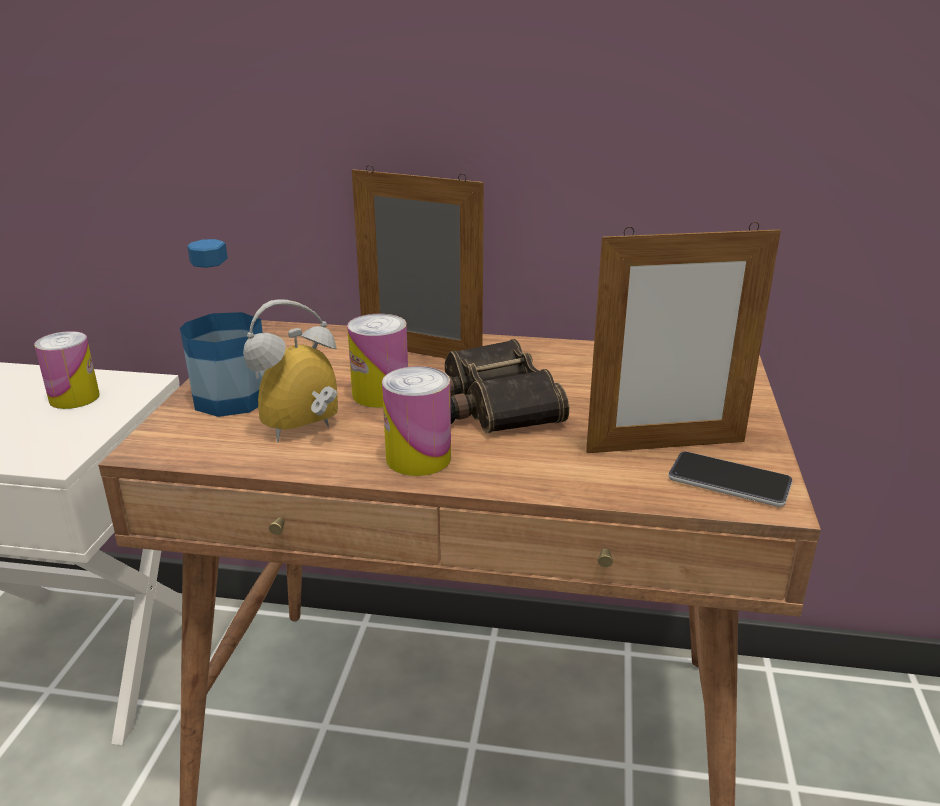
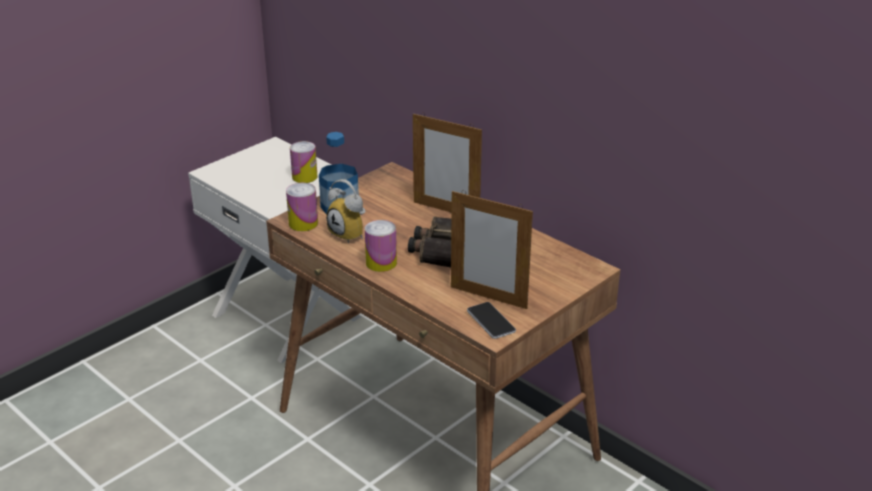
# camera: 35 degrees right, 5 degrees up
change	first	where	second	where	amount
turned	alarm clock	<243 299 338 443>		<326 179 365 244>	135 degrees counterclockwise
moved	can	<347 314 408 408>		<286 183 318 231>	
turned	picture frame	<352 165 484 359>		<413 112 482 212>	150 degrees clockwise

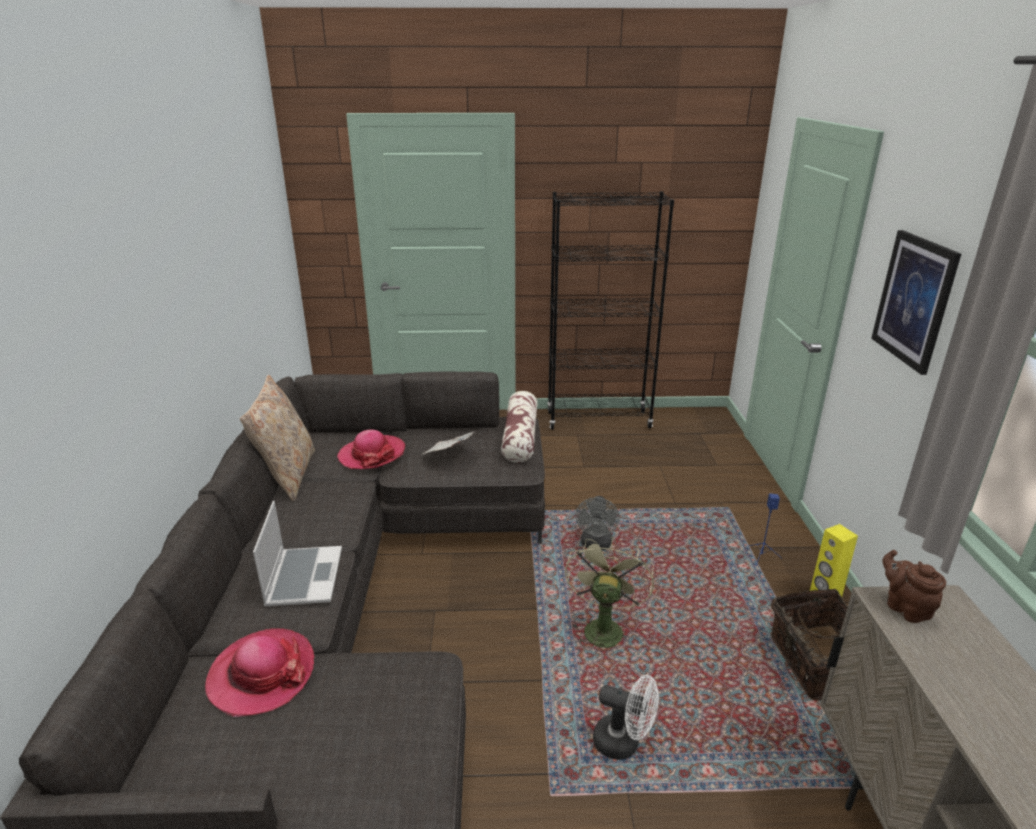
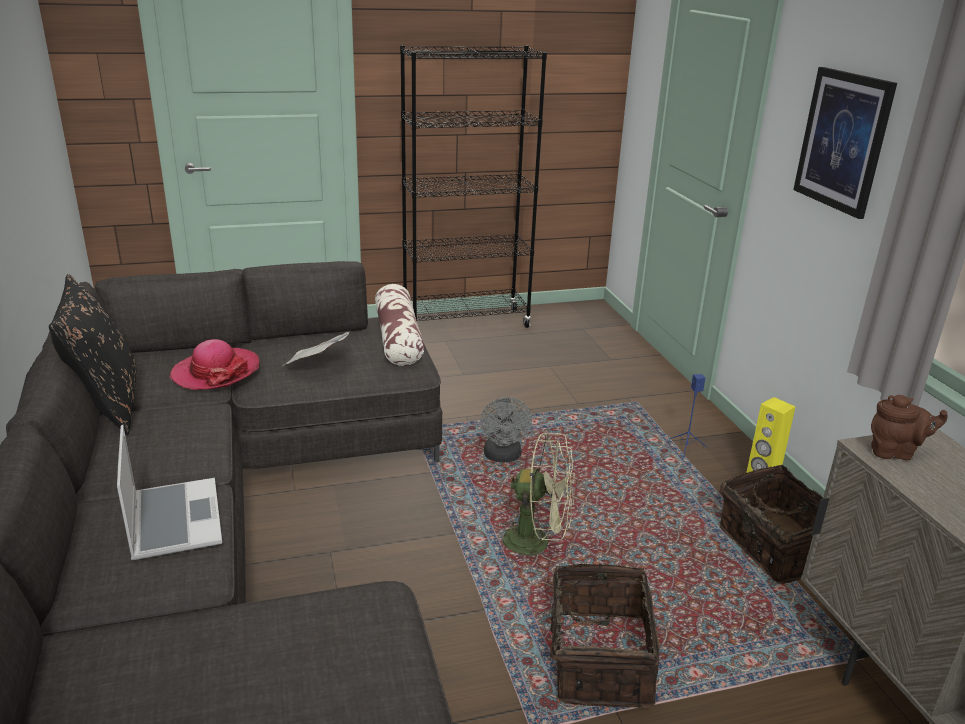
# camera: 15 degrees left, 0 degrees up
change	first	where	second	where	amount
removed	hat	<205 628 315 717>			
recoloured	beige pillow	<240 375 315 501>	black pillow	<49 274 137 435>	
turned	green fan	<565 537 654 650>		<500 432 575 557>	105 degrees clockwise
replaced	white fan	<593 675 659 760>	basket	<526 563 659 708>	
turned	brown teapot	<883 550 946 623>		<871 395 948 460>	135 degrees clockwise

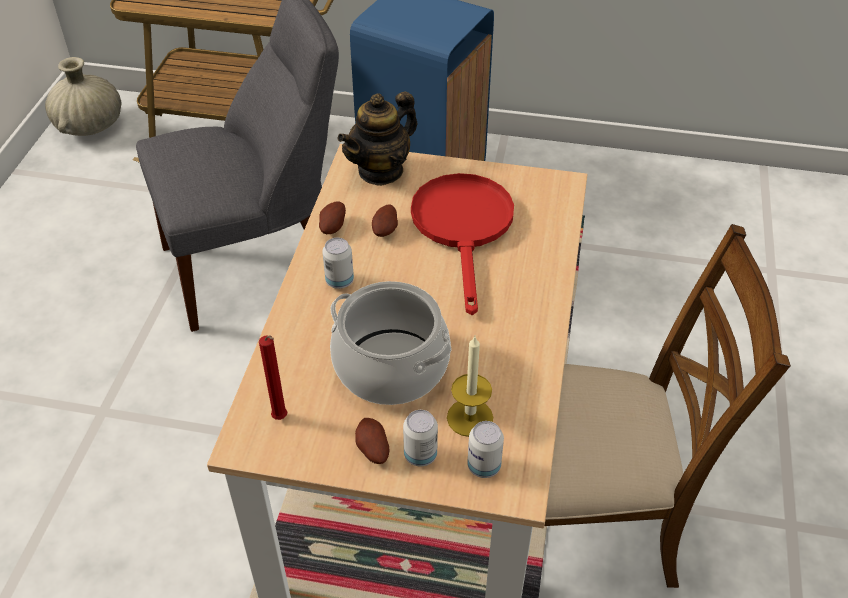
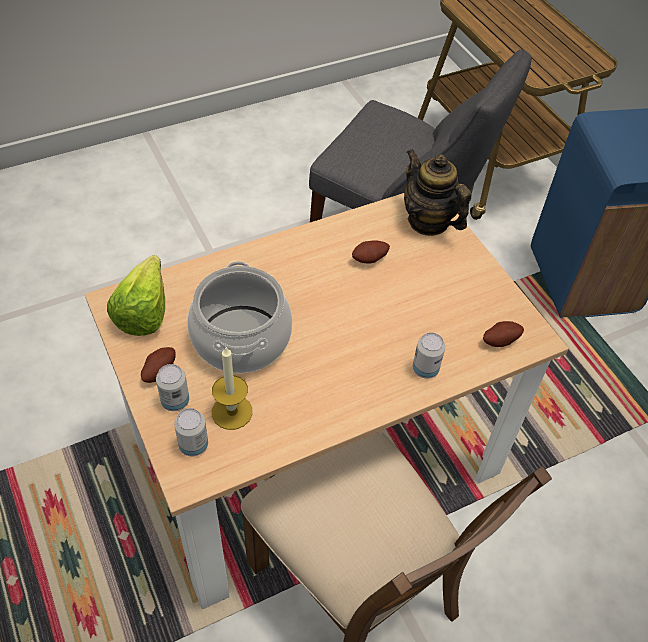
# camera: 50 degrees right, 5 degrees up
change	first	where	second	where	amount
removed	beige vase	<45 57 121 136>			
replaced	red candle	<259 336 287 420>	lettuce	<107 255 165 336>	
moved	potato	<319 202 346 234>		<483 321 524 347>	
moved	can	<322 238 354 289>		<413 332 445 379>	
turned	teapot	<337 91 418 186>		<404 149 471 236>	45 degrees clockwise
removed	red frying pan	<411 173 514 315>			

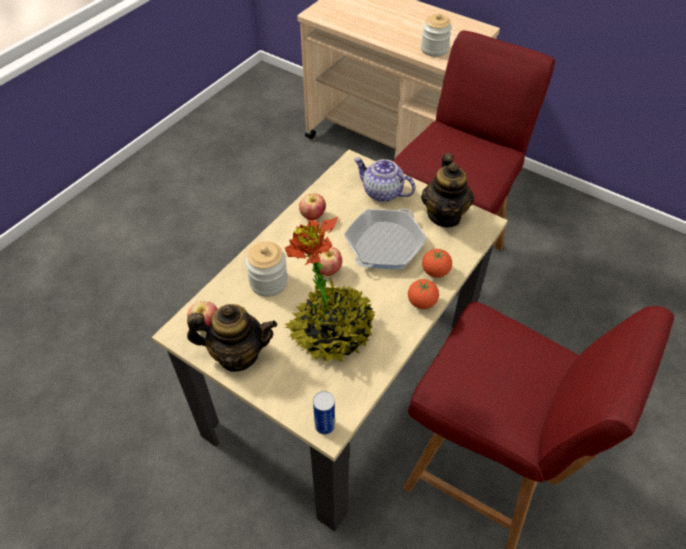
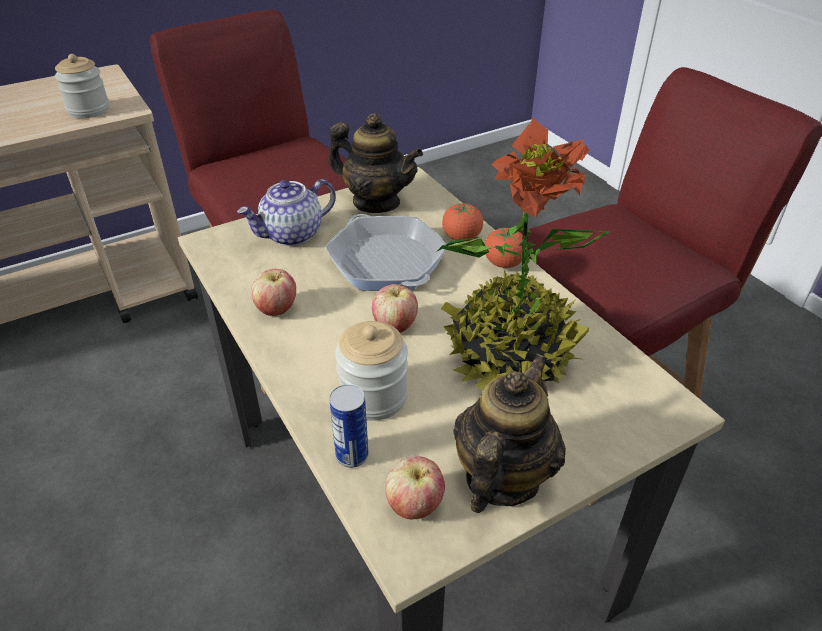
# camera: 65 degrees left, 10 degrees down
change	first	where	second	where	amount
moved	can	<313 391 335 435>		<329 385 368 468>	

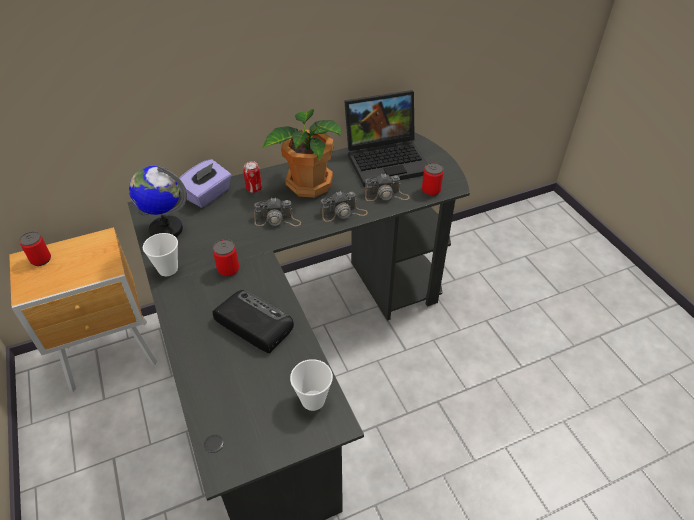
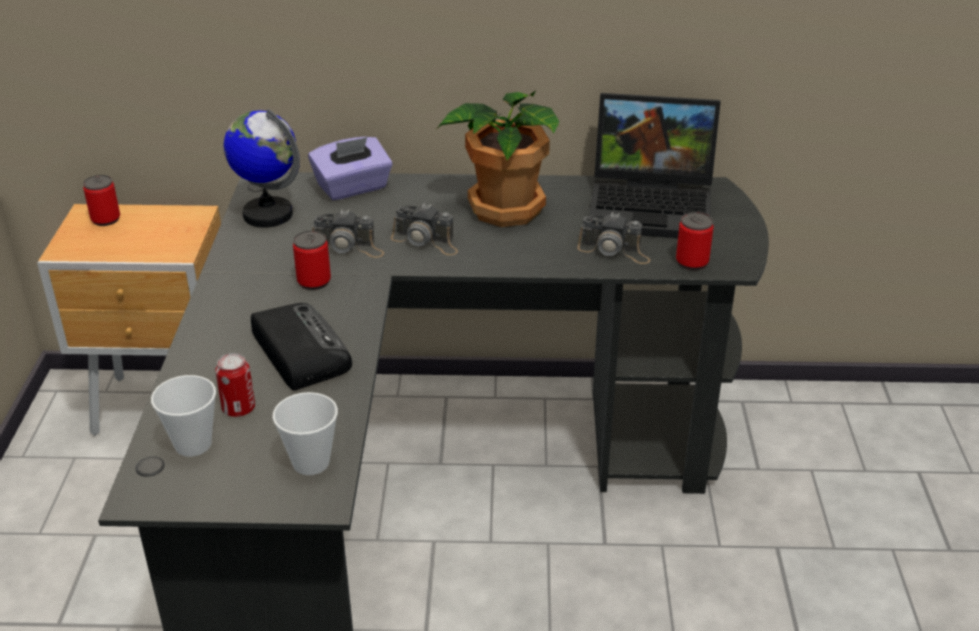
# camera: 25 degrees right, 10 degrees down
change	first	where	second	where	amount
moved	cup	<143 233 178 276>		<151 375 216 457>	
moved	can	<243 161 262 193>		<216 353 255 417>	
moved	photo camera	<321 191 368 222>		<312 209 384 258>	

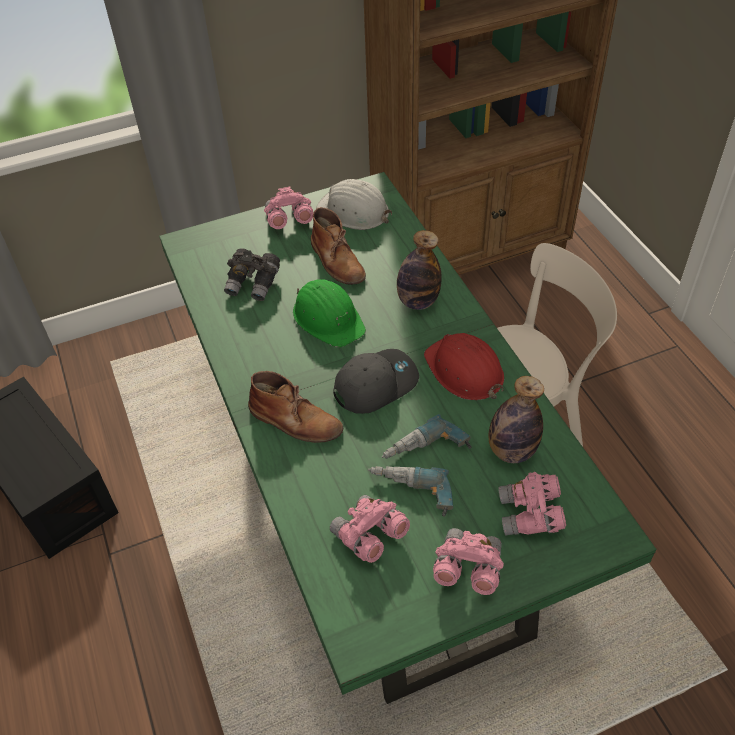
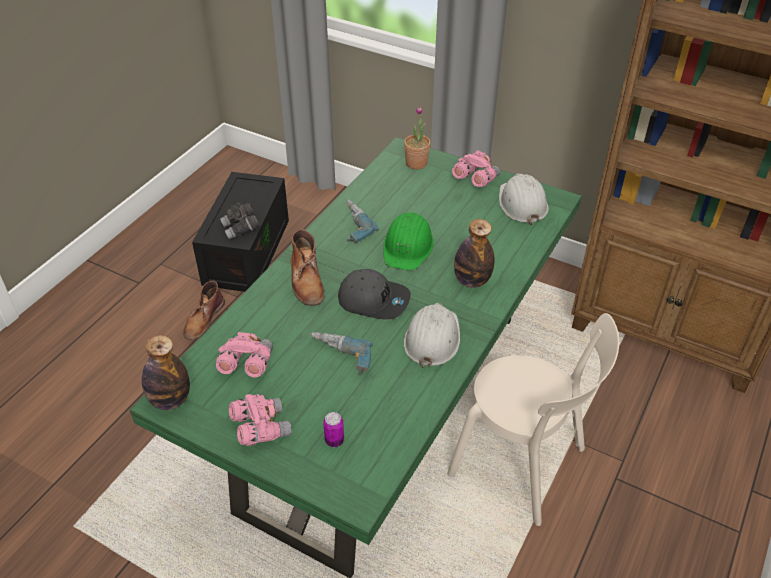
# camera: 50 degrees right, 5 degrees down
change	first	where	second	where	amount
moved	grey binoculars	<224 248 280 301>		<220 203 260 239>	
moved	brown boot	<311 207 366 285>		<183 281 225 340>	
moved	power drill	<368 466 453 517>		<347 200 379 243>	
recoloured	red hard hat	<424 333 504 400>	white hard hat	<404 303 460 369>	
moved	bottle	<489 376 544 463>		<142 335 190 410>	
replaced	pink binoculars	<498 472 566 536>	can	<323 412 344 447>	
added			potted plant	<404 106 431 170>	

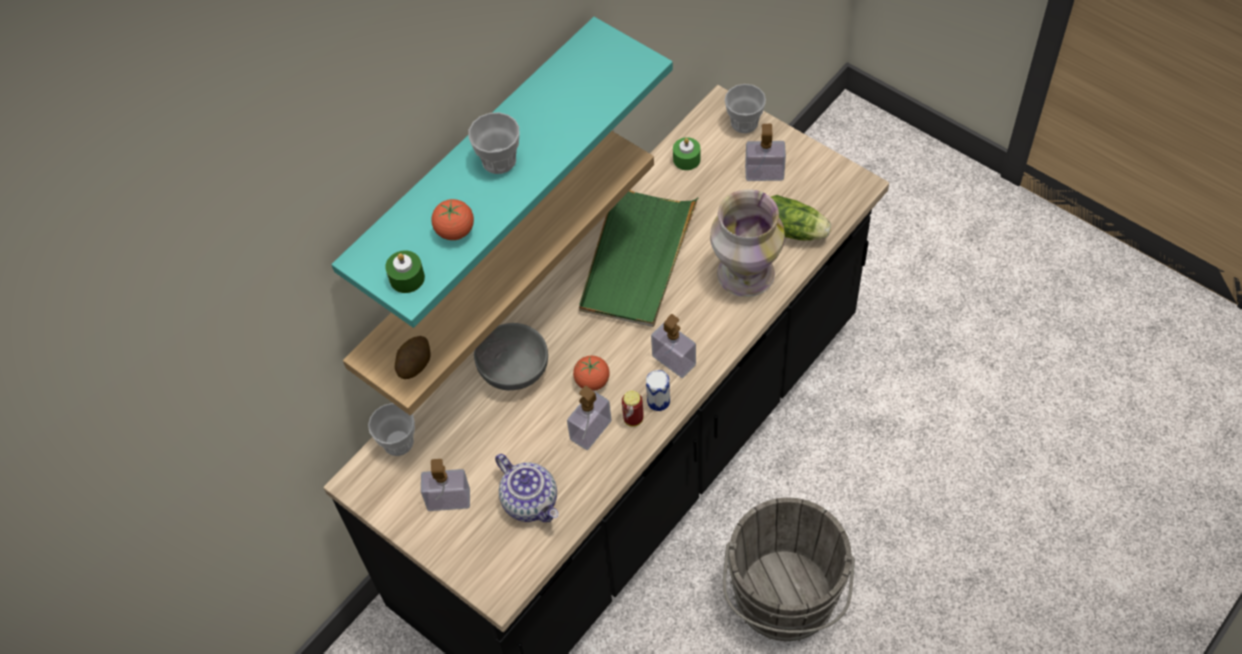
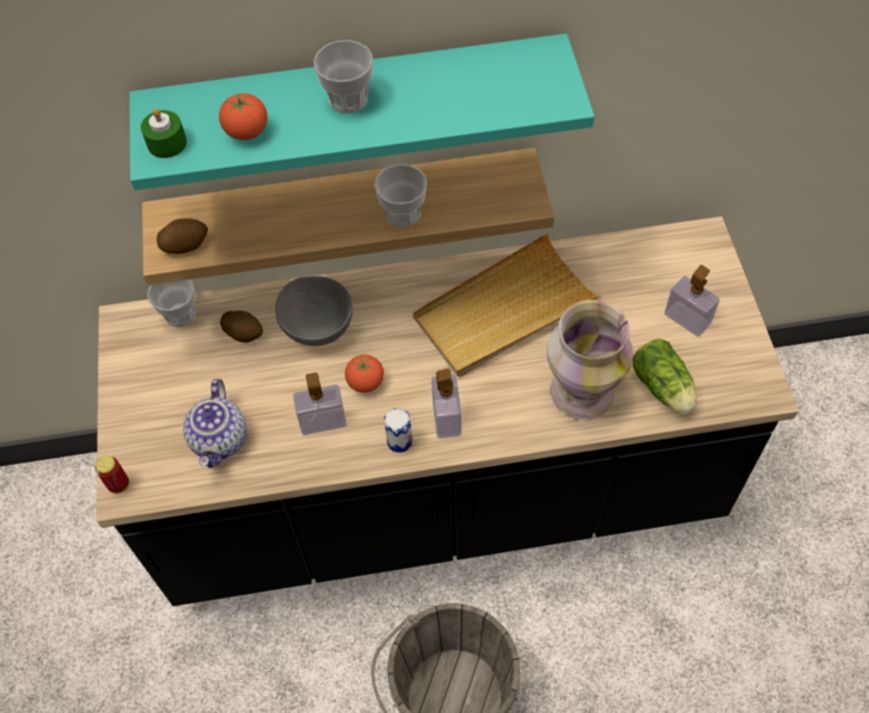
# camera: 40 degrees right, 0 degrees up
change	first	where	second	where	amount
removed	soap dispenser	<421 459 470 511>			
recoloured	green tray	<579 190 699 327>	beige tray	<413 233 602 377>	
moved	can	<622 391 644 427>		<95 455 129 493>	
removed	green candle	<673 137 700 170>			
moved	cup	<725 84 766 133>		<374 164 427 227>	
added			potato	<220 311 263 343>	

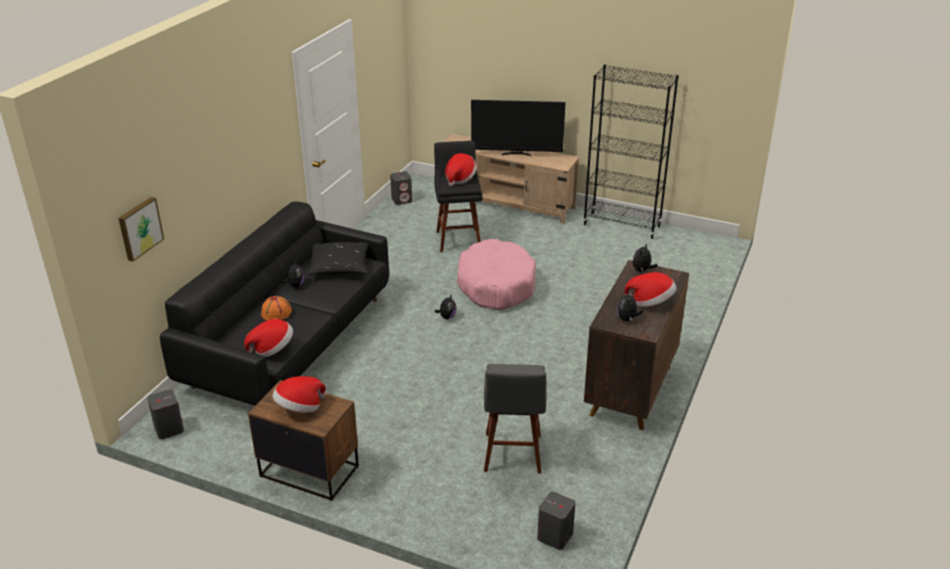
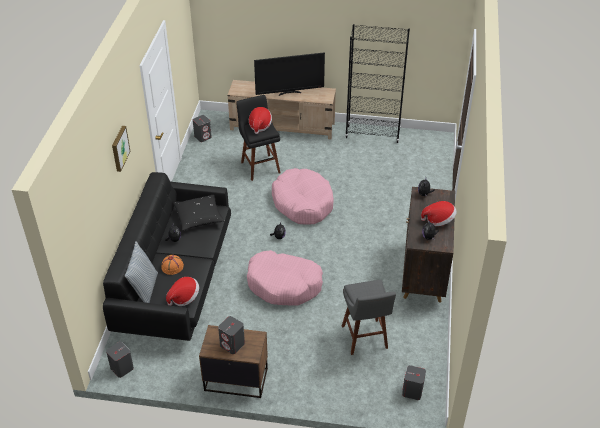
# camera: 15 degrees left, 10 degrees up
change	first	where	second	where	amount
moved	picture	<119 197 164 262>		<112 126 131 172>	
replaced	hat	<272 376 326 413>	grey speaker	<218 316 245 354>	
added			pillow	<125 241 158 303>	
added			pink dog bed	<247 250 323 306>	

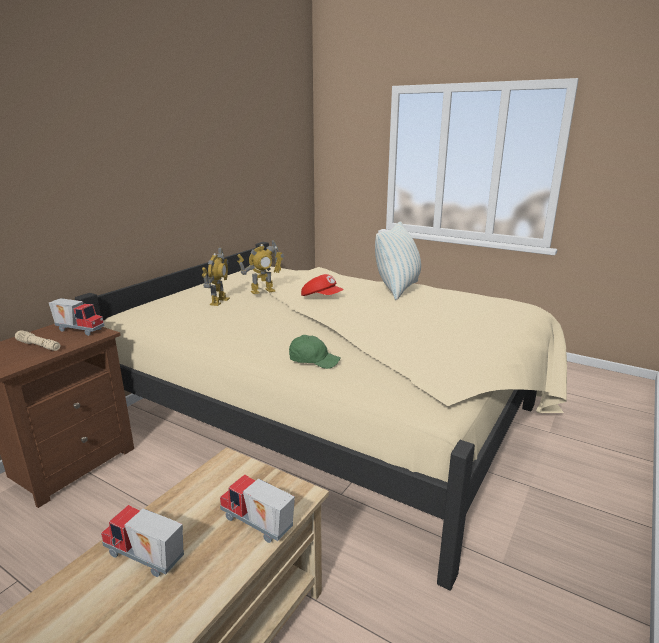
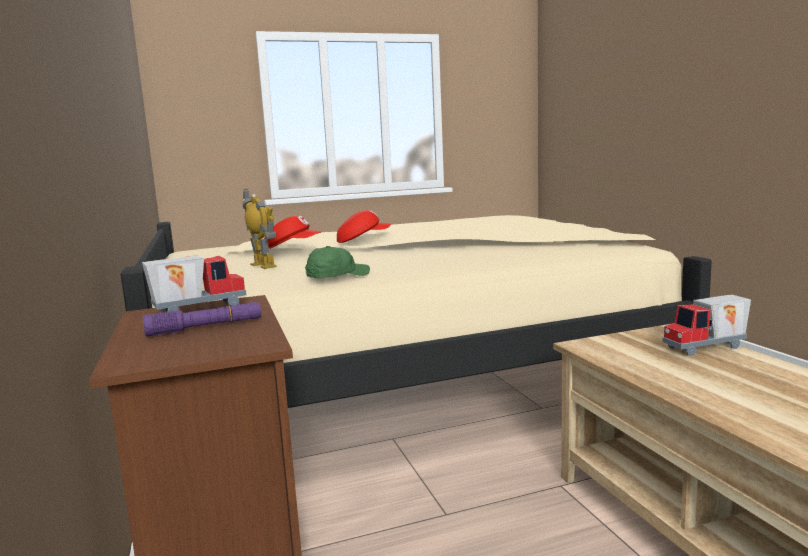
# camera: 50 degrees left, 10 degrees down
change	first	where	second	where	amount
recoloured	beige flashlight	<15 330 60 351>	purple flashlight	<143 302 261 336>	
removed	toy truck	<101 505 184 577>			
replaced	toy robot	<237 240 284 294>	red cap	<264 216 322 249>	
moved	green cap	<289 335 340 369>		<305 246 370 278>	
removed	pillow	<375 221 421 300>			

